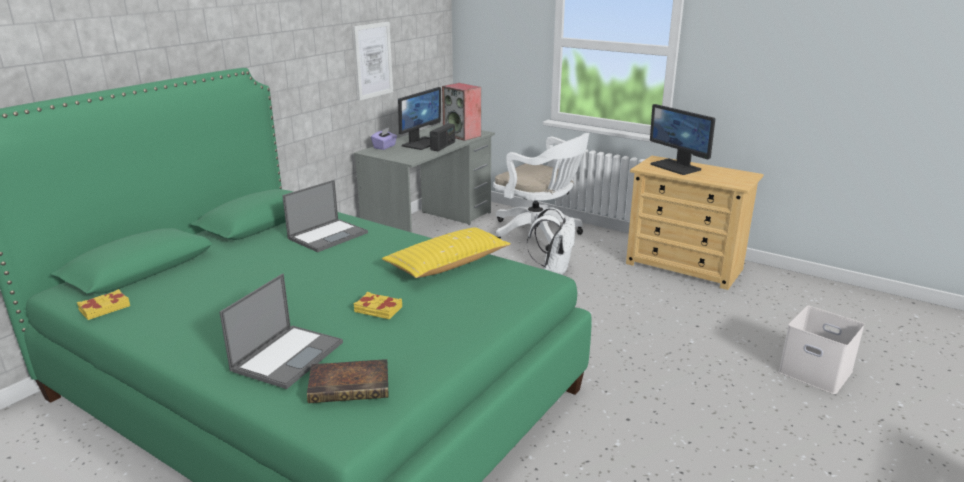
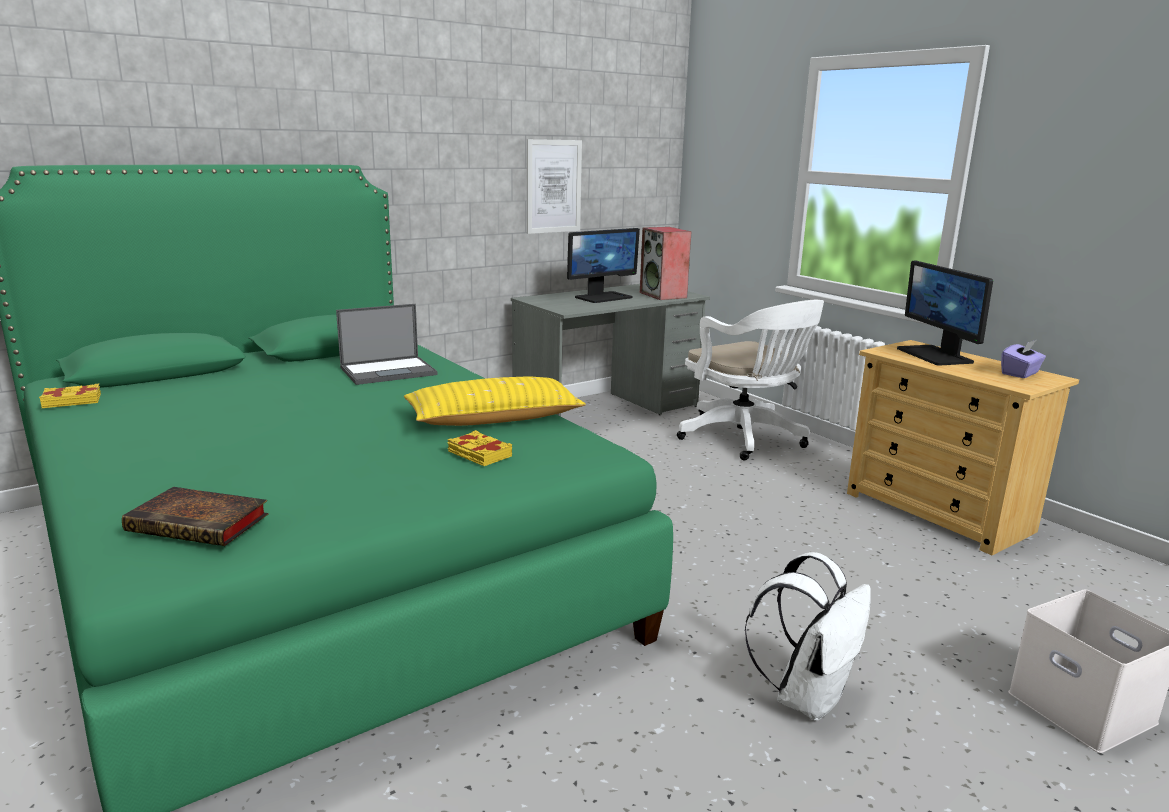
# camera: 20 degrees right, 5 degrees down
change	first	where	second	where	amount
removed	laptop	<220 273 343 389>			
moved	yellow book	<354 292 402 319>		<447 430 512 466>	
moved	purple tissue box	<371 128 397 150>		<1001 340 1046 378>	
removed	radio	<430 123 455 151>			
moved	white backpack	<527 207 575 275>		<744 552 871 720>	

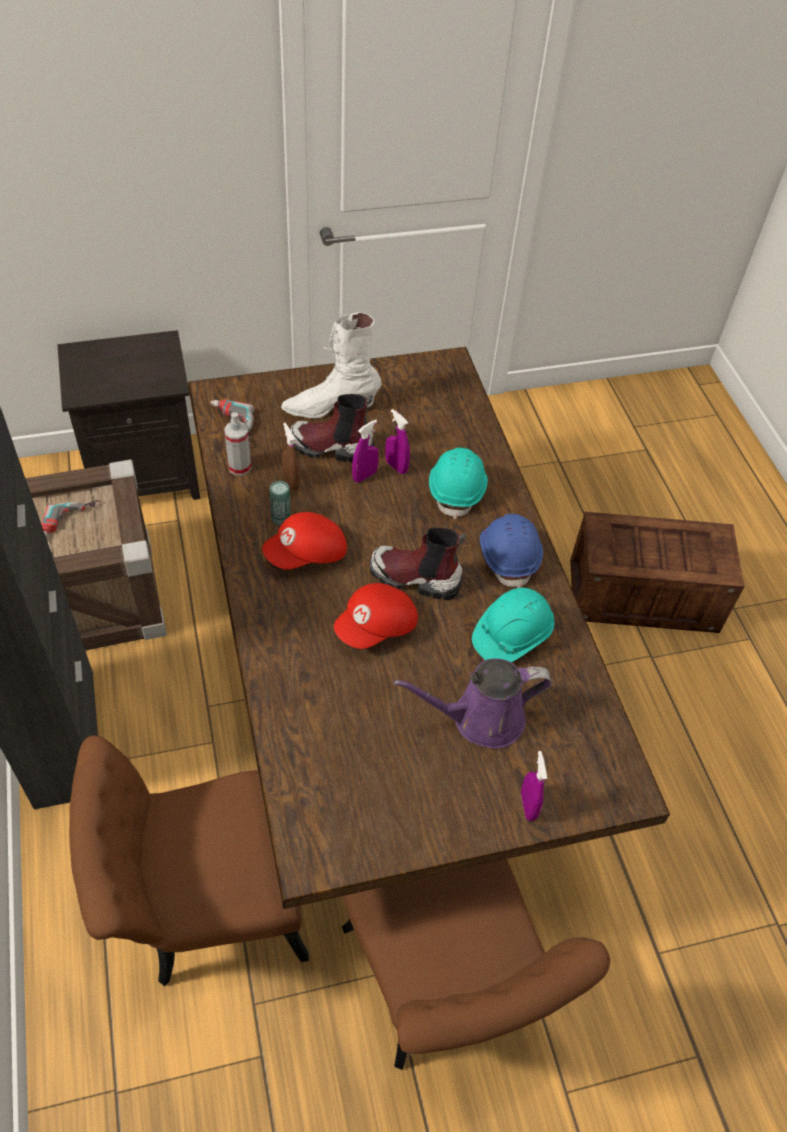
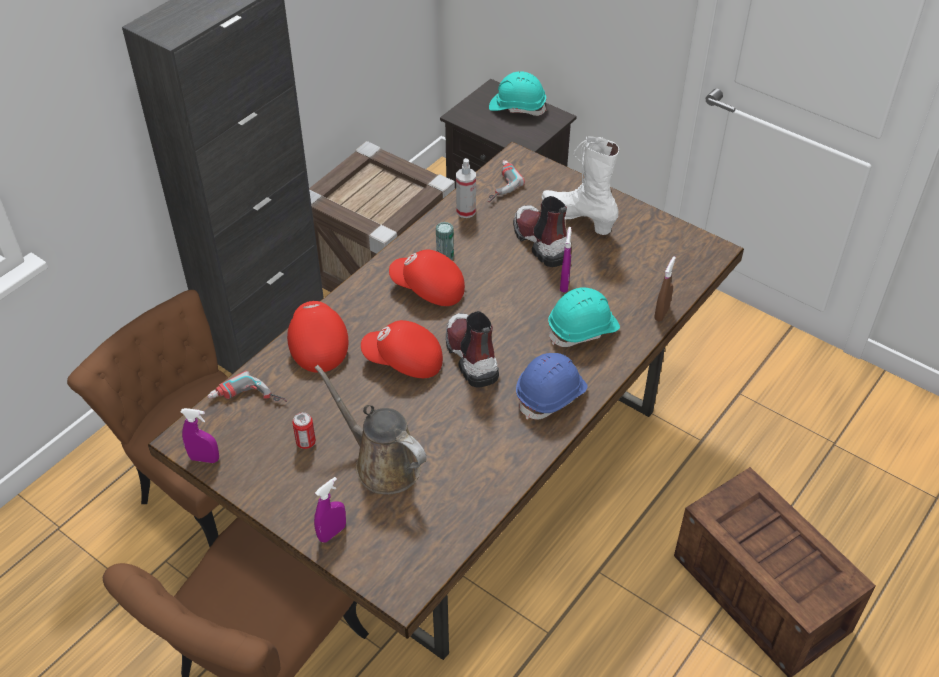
# camera: 55 degrees right, 5 degrees down
change	first	where	second	where	amount
moved	power drill	<41 500 101 537>		<208 371 287 402>	
moved	brown spray bottle	<282 423 300 491>		<654 256 676 322>	
moved	purple spray bottle	<352 420 379 483>		<181 408 219 463>	
recoloured	purple watering can	<393 659 552 748>	brown watering can	<315 365 427 495>	
moved	turquoise hard hat	<472 588 555 662>		<489 71 547 116>	
added			red cap	<287 301 348 373>	
added			can	<292 412 316 449>	

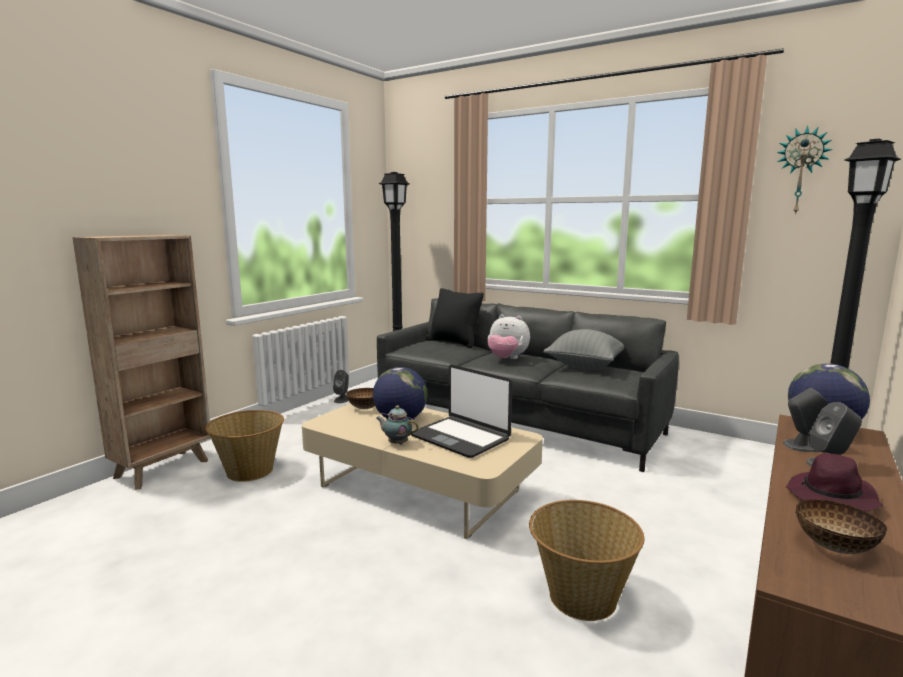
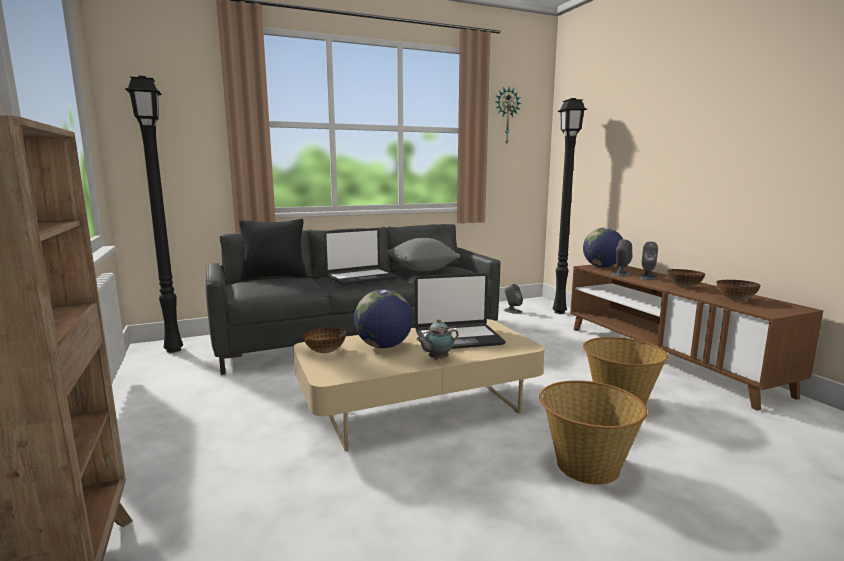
# camera: 55 degrees left, 0 degrees up
change	first	where	second	where	amount
moved	basket	<205 410 284 482>		<539 380 647 485>	
moved	grey speaker	<333 370 349 403>		<504 284 523 314>	
replaced	plush toy	<487 314 530 359>	laptop	<324 228 398 285>	
replaced	purple hat	<786 453 883 512>	bowl	<668 269 705 287>	

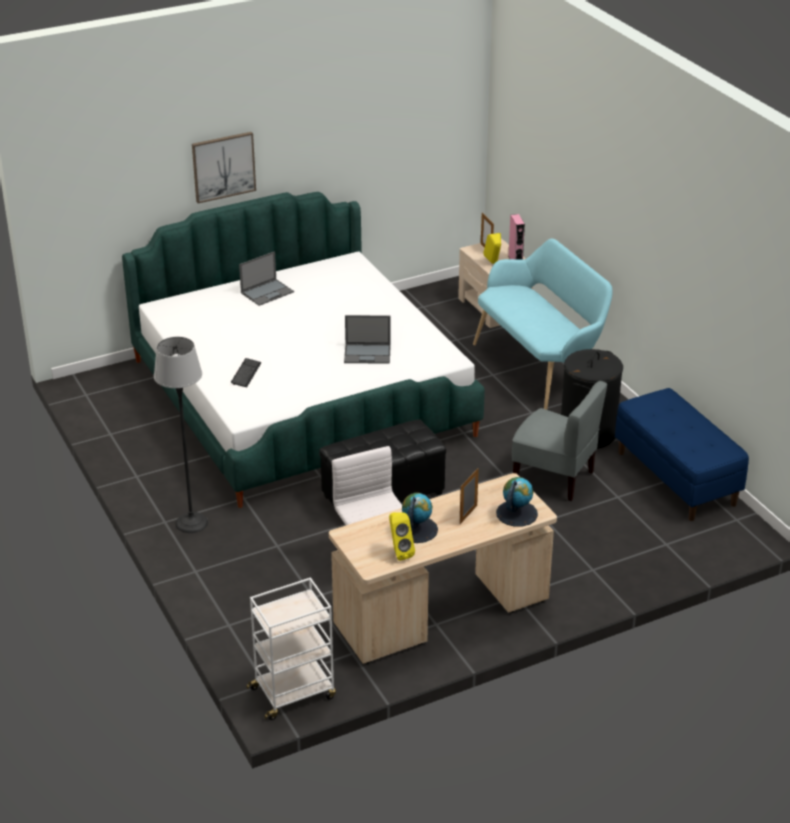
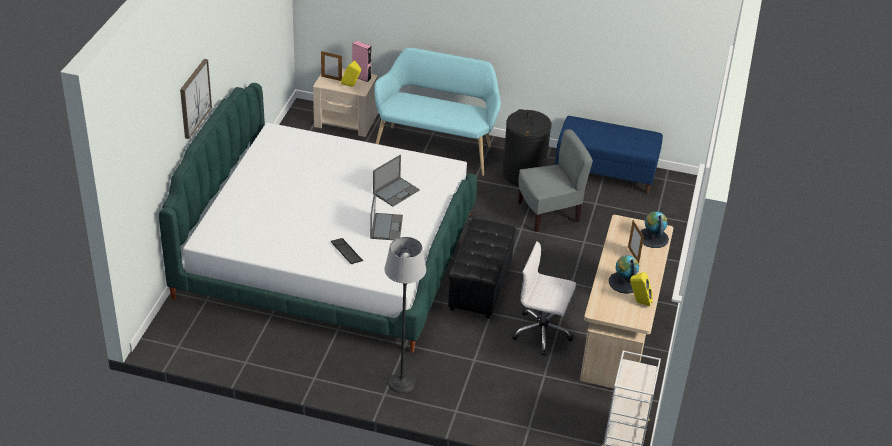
# camera: 50 degrees left, 5 degrees up
change	first	where	second	where	amount
moved	laptop	<239 251 294 306>		<370 190 403 240>	

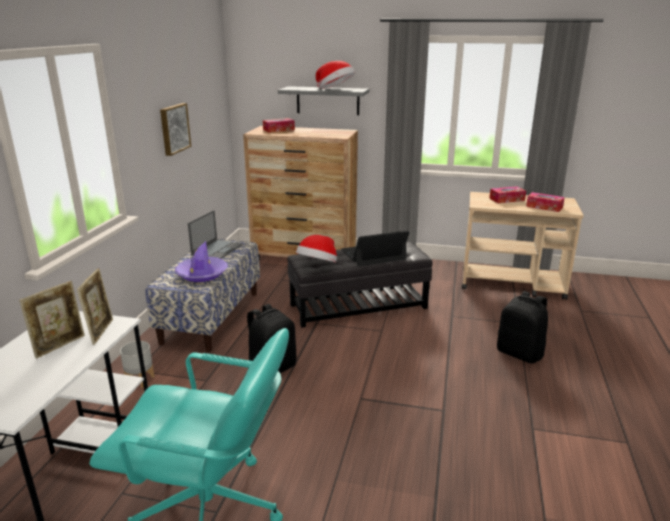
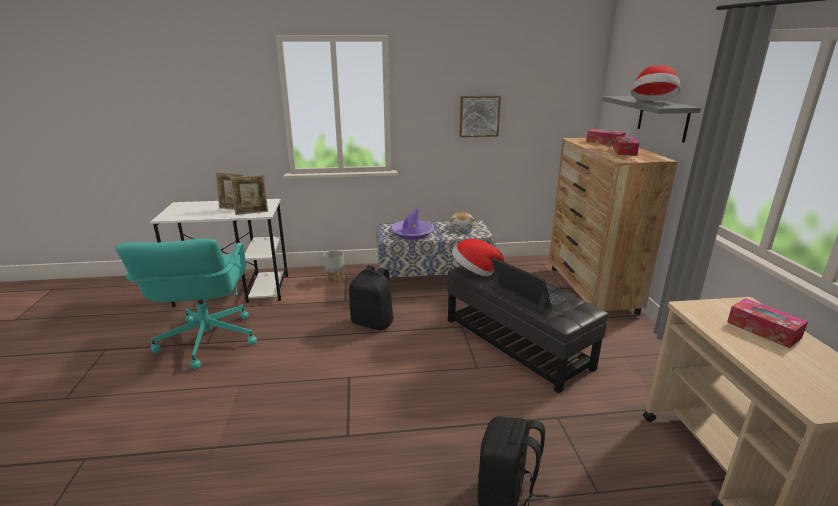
# camera: 70 degrees right, 0 degrees up
change	first	where	second	where	amount
replaced	laptop	<188 210 243 259>	plush toy	<450 212 475 230>	
moved	tissue box	<526 192 565 212>		<613 136 639 156>	

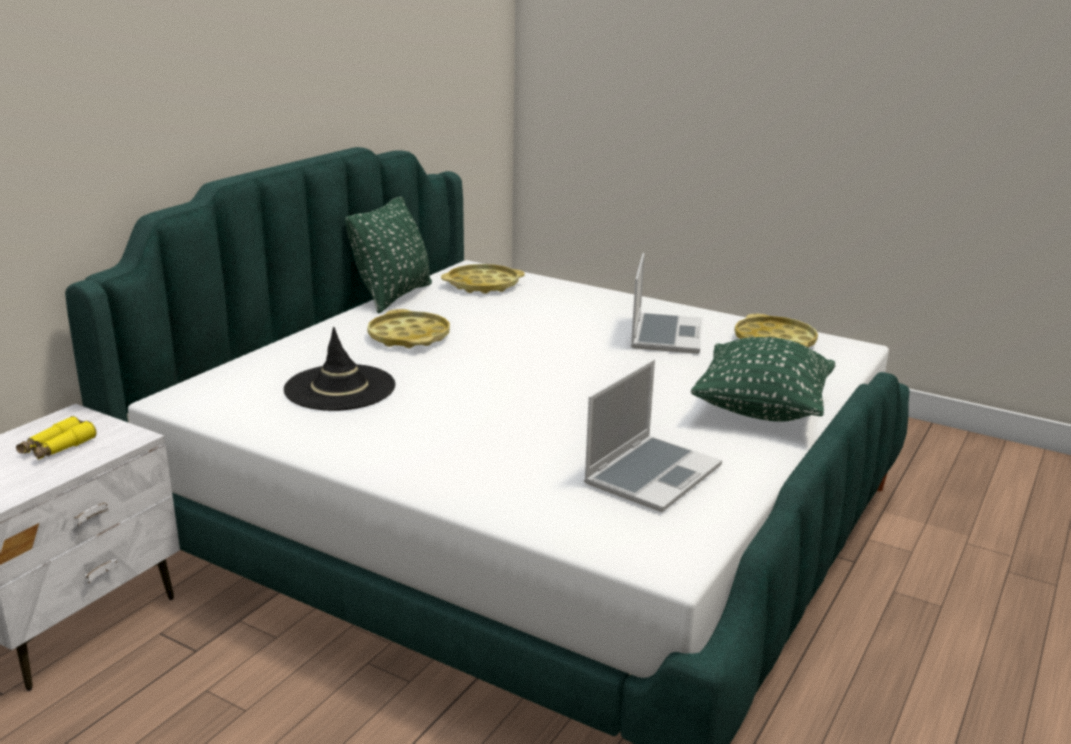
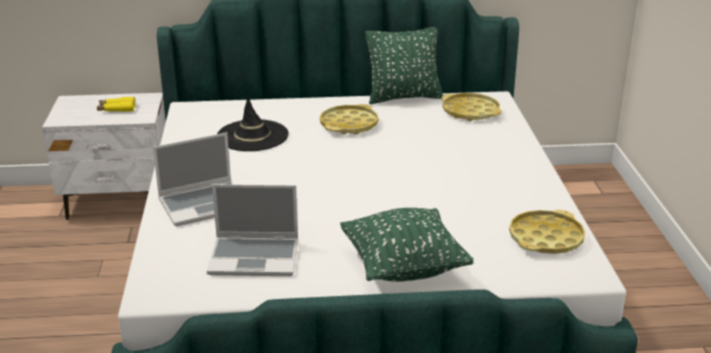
# camera: 55 degrees right, 5 degrees up
change	first	where	second	where	amount
moved	laptop	<631 253 702 354>		<153 132 233 226>	

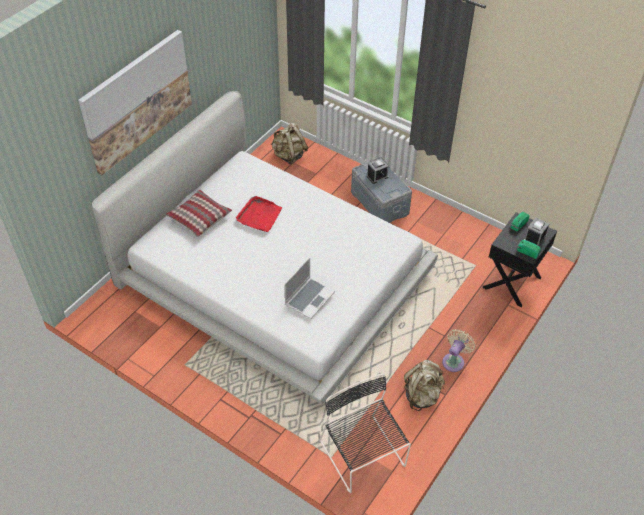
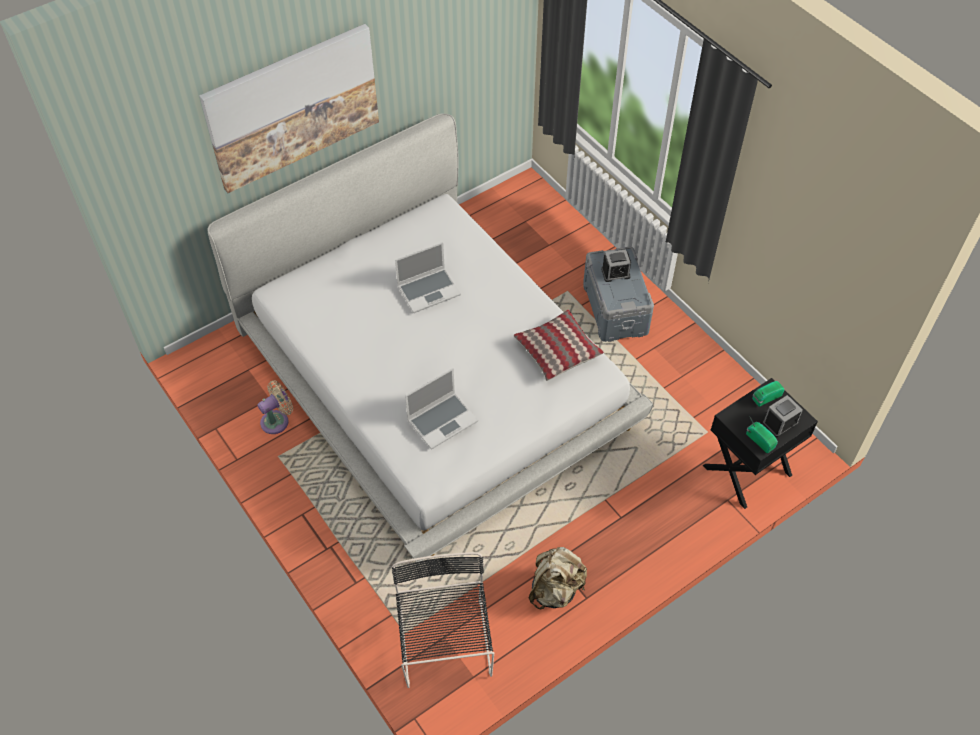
# camera: 20 degrees right, 5 degrees up
change	first	where	second	where	amount
moved	pillow	<166 190 232 237>		<514 310 604 381>	
replaced	red tray	<236 196 282 232>	laptop	<395 242 461 313>	
removed	beige backpack	<271 122 308 164>			
moved	beige fan	<442 329 475 372>		<258 380 293 434>	

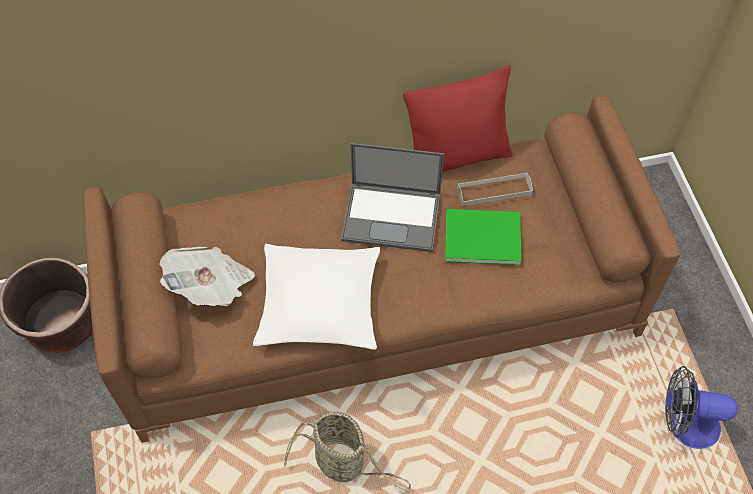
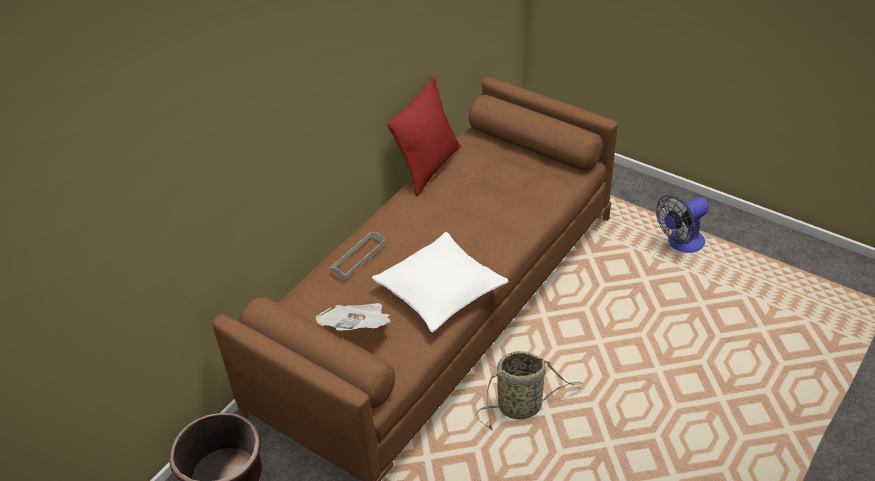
# camera: 40 degrees left, 15 degrees down
change	first	where	second	where	amount
removed	laptop	<341 143 444 252>			
removed	green book	<445 209 522 265>			
moved	grey tray	<457 172 533 206>		<330 232 385 280>	

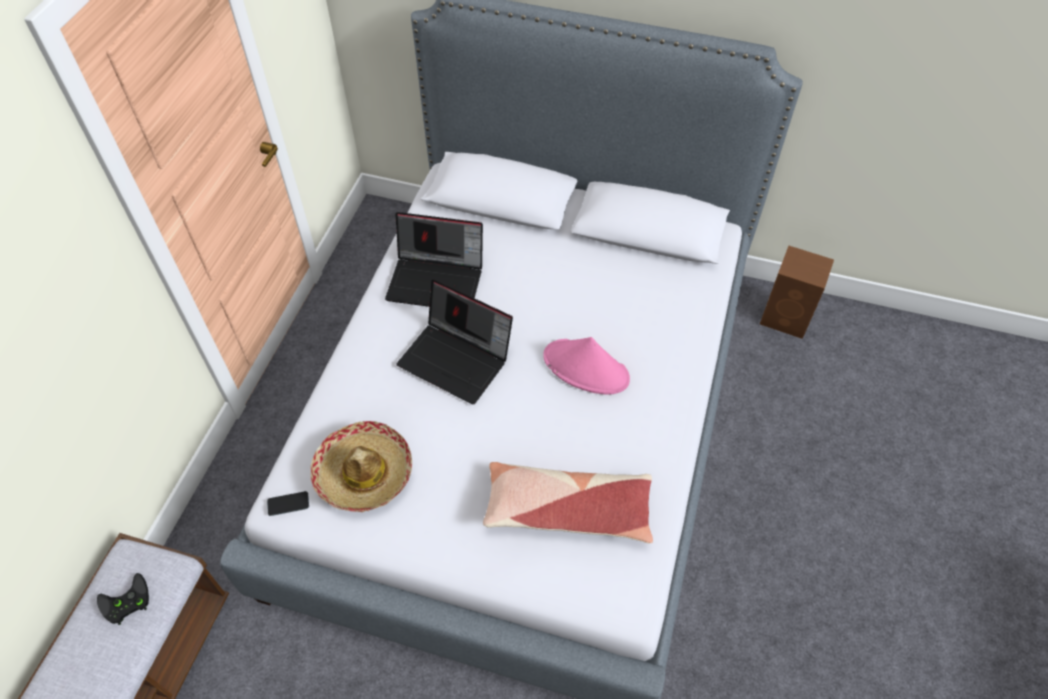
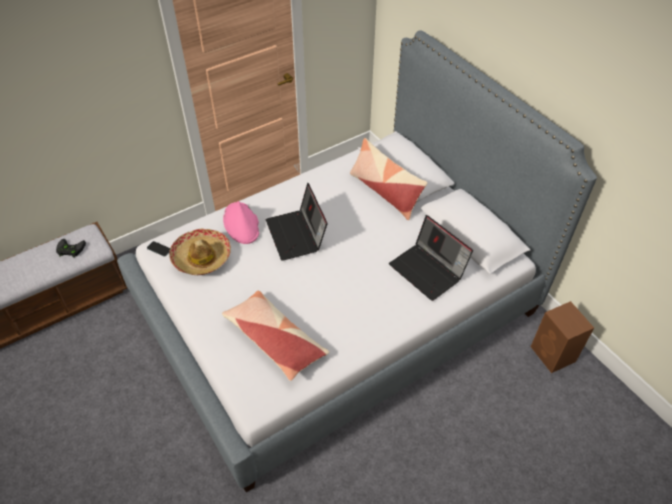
# camera: 40 degrees right, 5 degrees down
change	first	where	second	where	amount
moved	laptop	<385 212 483 307>		<389 215 473 301>	
moved	pink hat	<543 337 630 395>		<223 201 259 244>	
added			pillow	<350 138 427 220>	

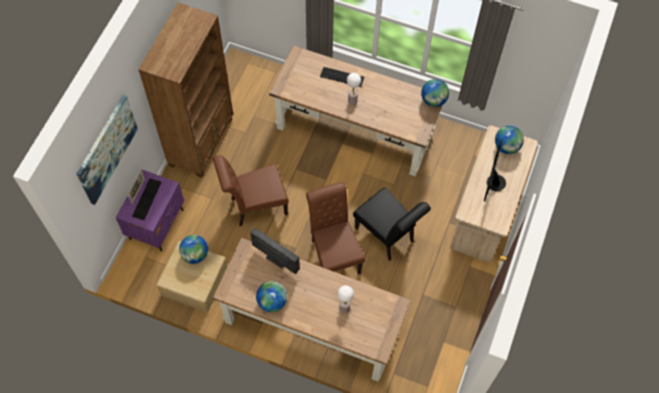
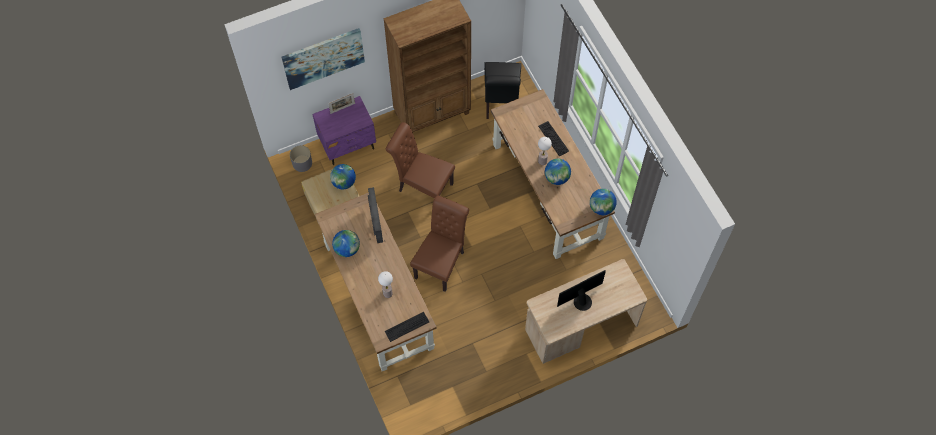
# camera: 45 degrees right, 0 degrees up
change	first	where	second	where	amount
moved	keyboard	<132 178 161 220>		<385 312 429 342>	
moved	black chair	<353 187 431 261>		<484 62 521 119>	
moved	globe	<495 126 524 154>		<545 159 571 185>	
added			grey planter	<290 145 312 172>	

